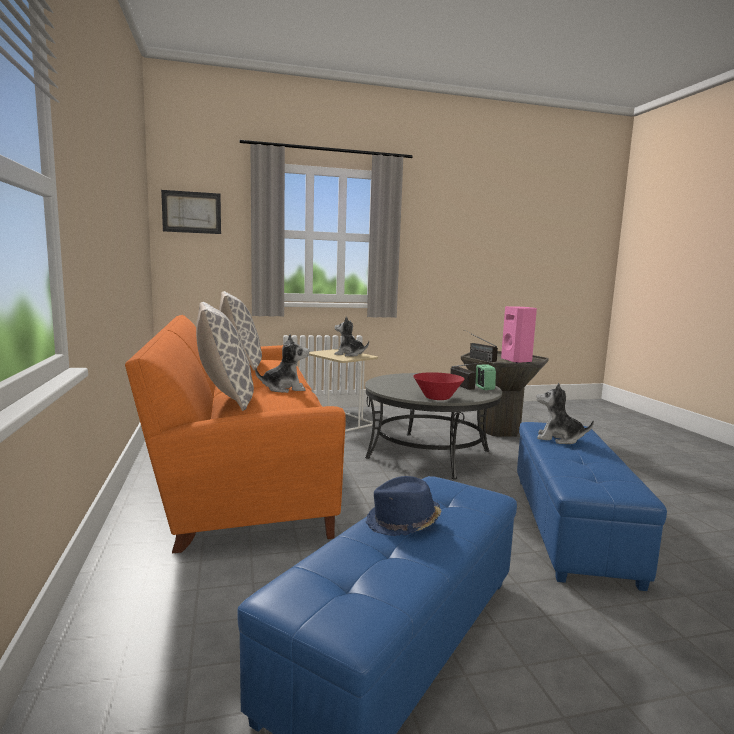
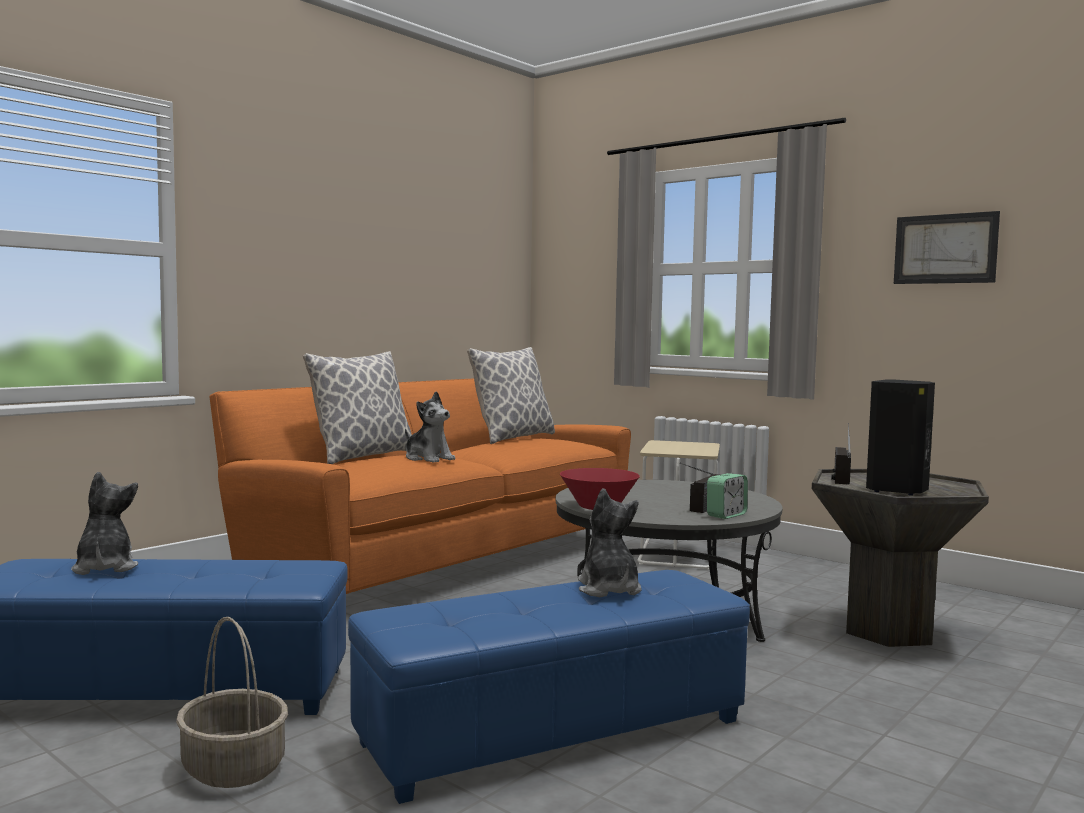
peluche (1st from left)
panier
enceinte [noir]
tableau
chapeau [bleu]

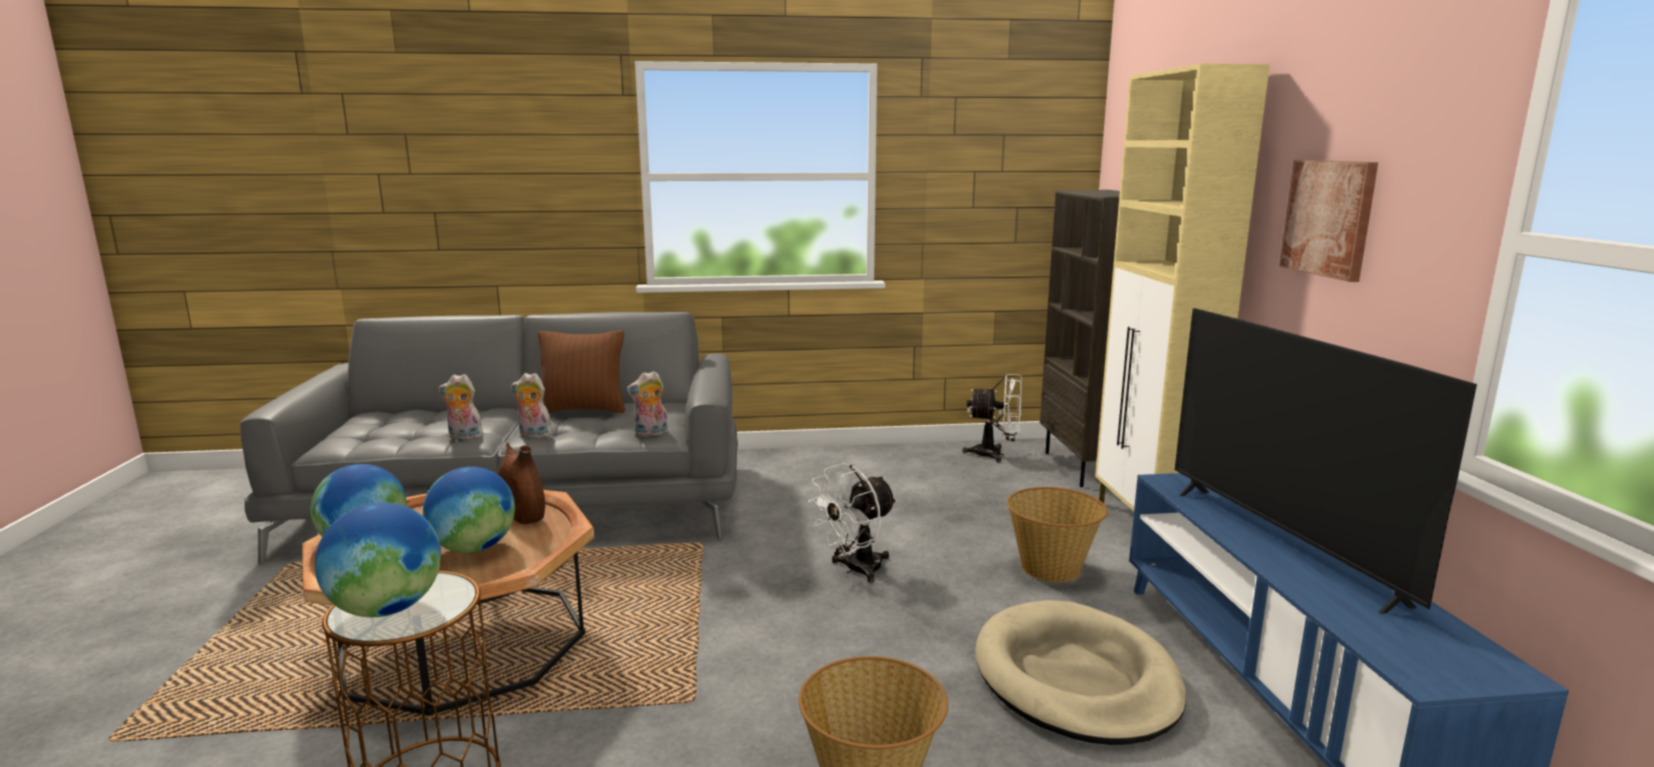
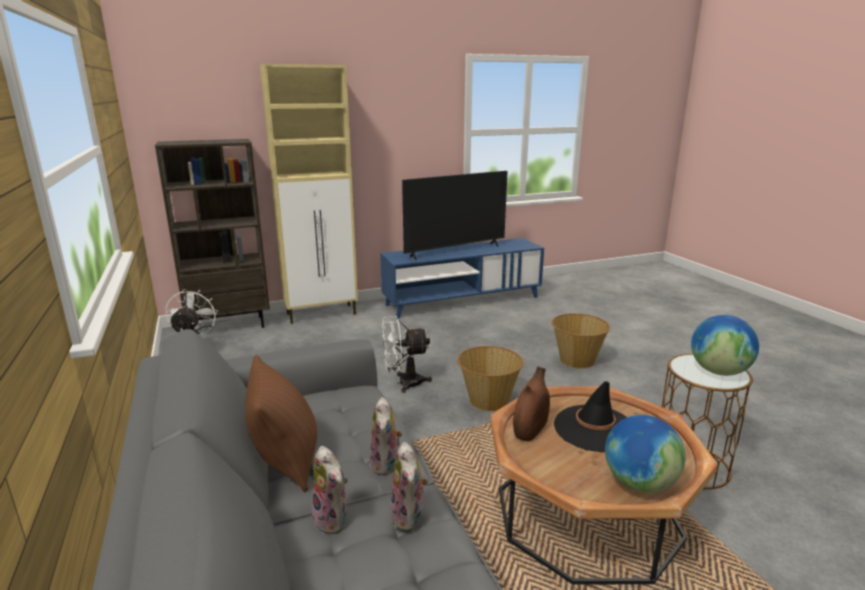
peluche (1st from left)
ventilateur [blanc] (2nd from left)
panier (1st from left)
chapeau [noir]
panier pour chien [beige]
tableau

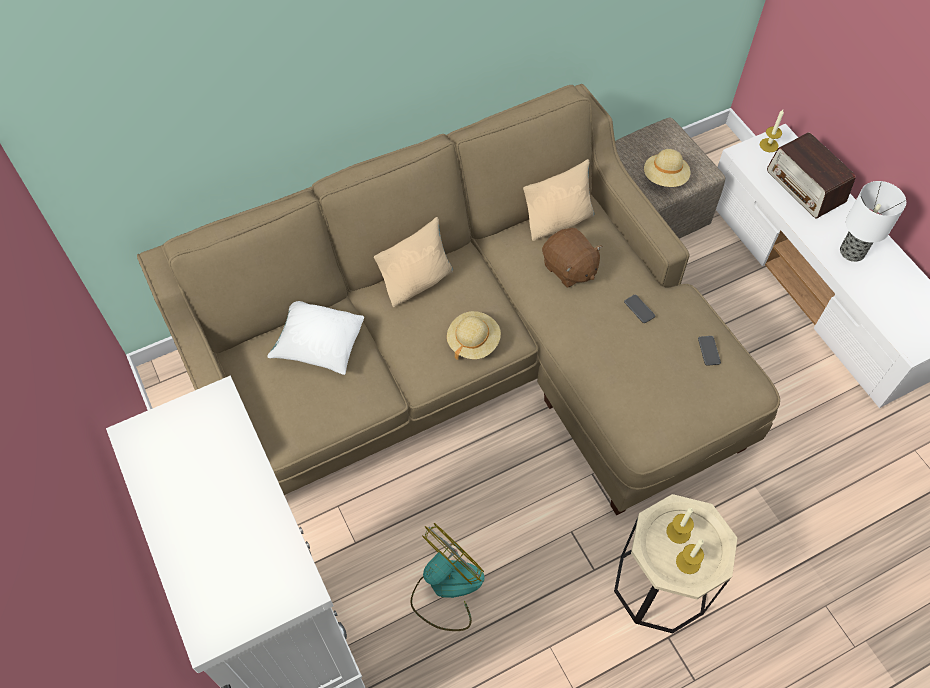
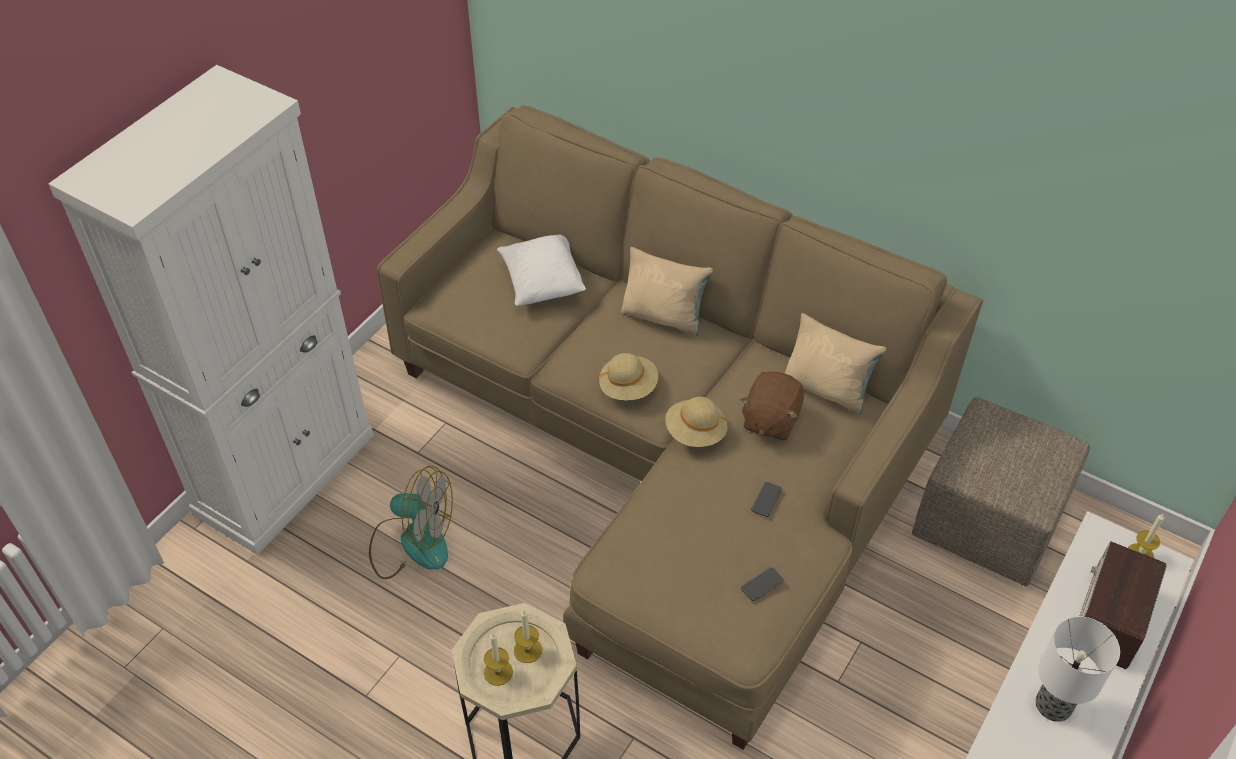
chapeau [beige] (2nd from left)

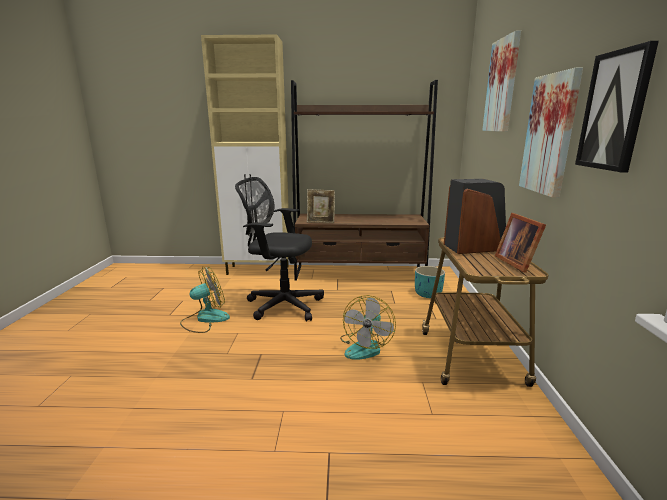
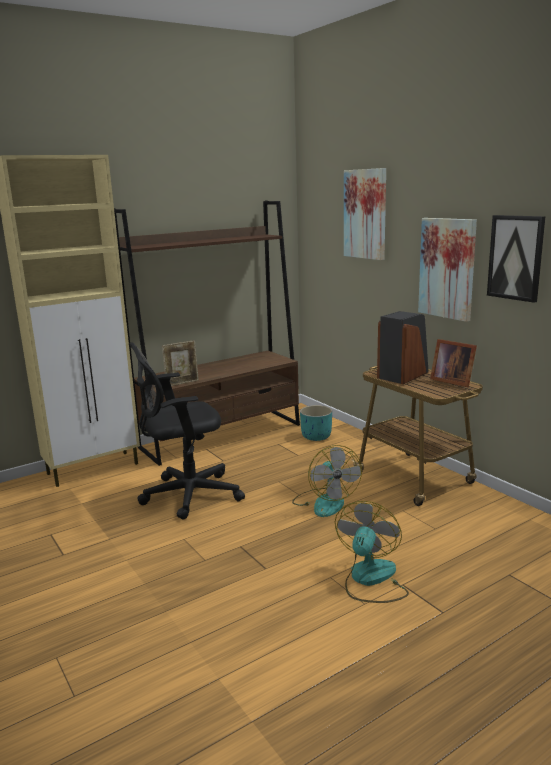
ventilateur (2nd from left)

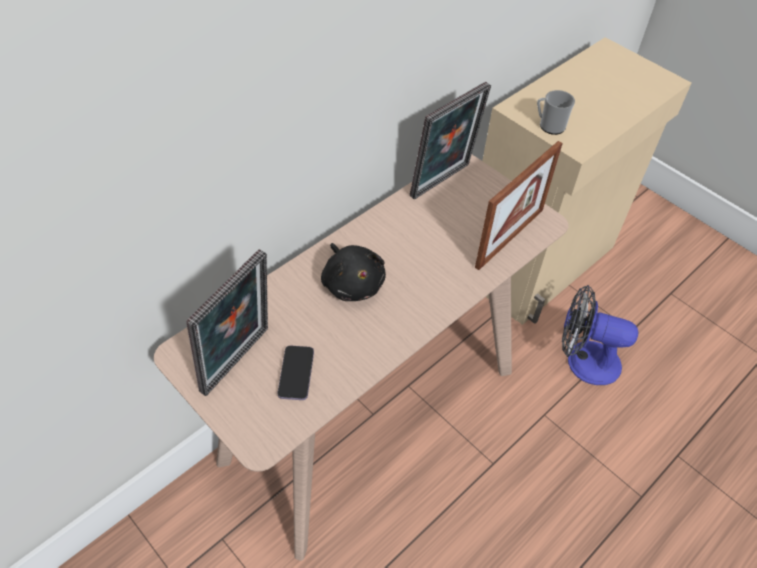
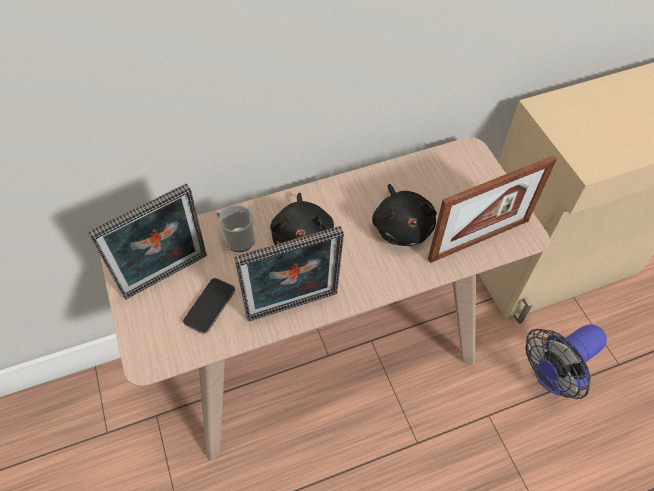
mug
cadre photo (2nd from left)
peluche [noir] (2nd from left)
ventilateur

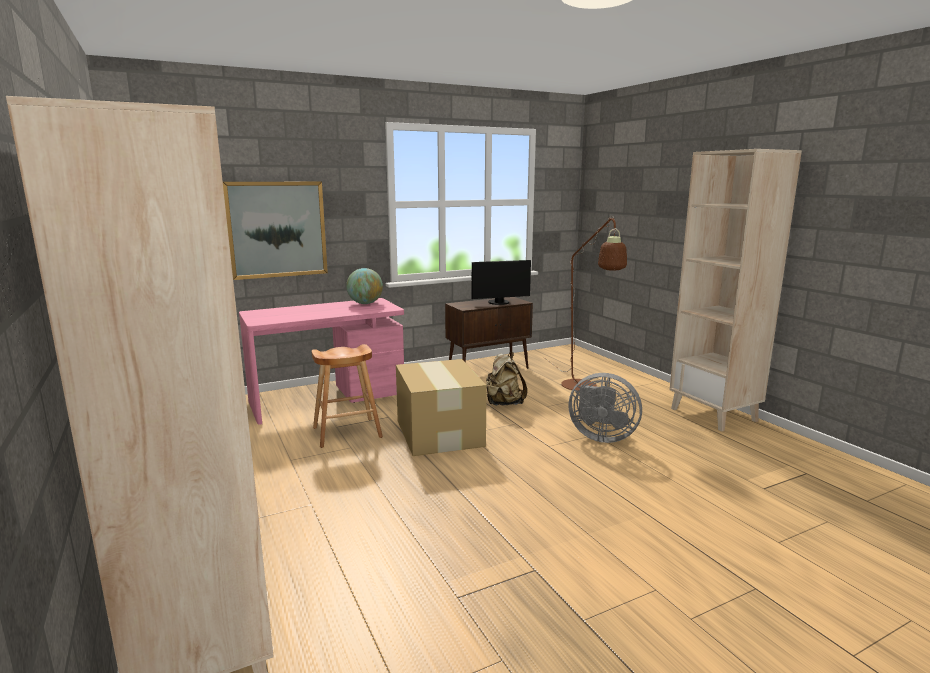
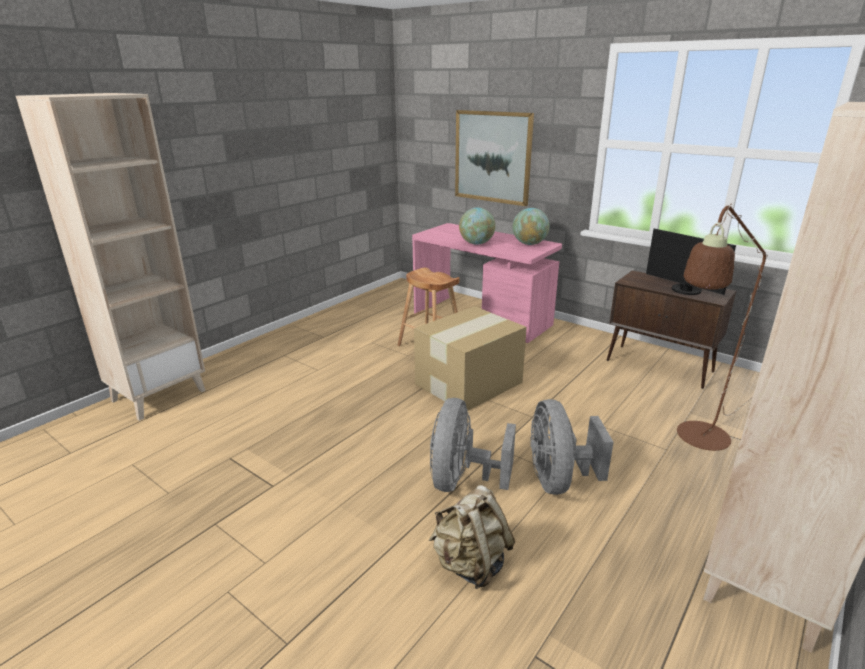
sac à dos [beige]
ventilateur [gris] (1st from left)
globe (1st from left)

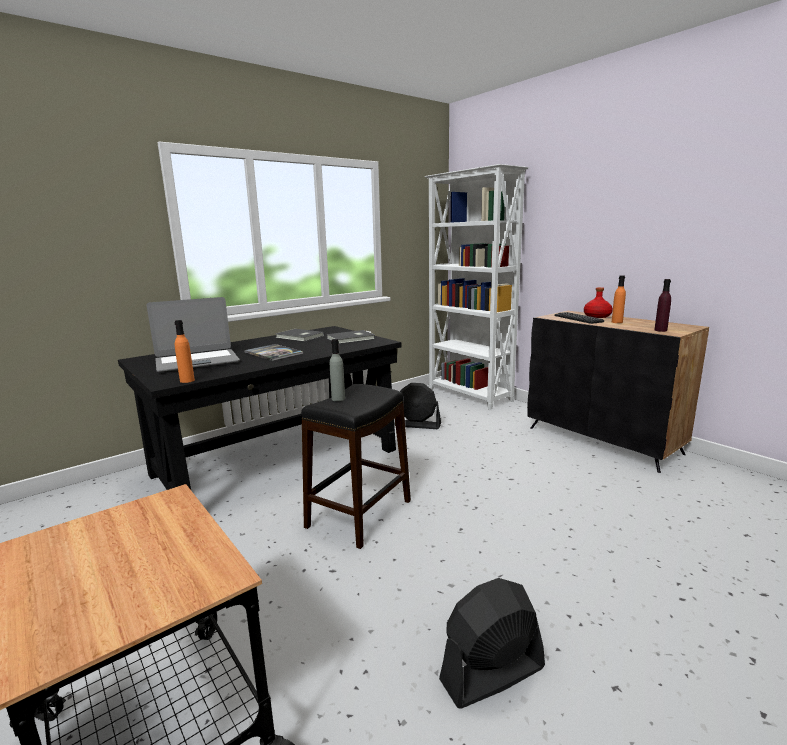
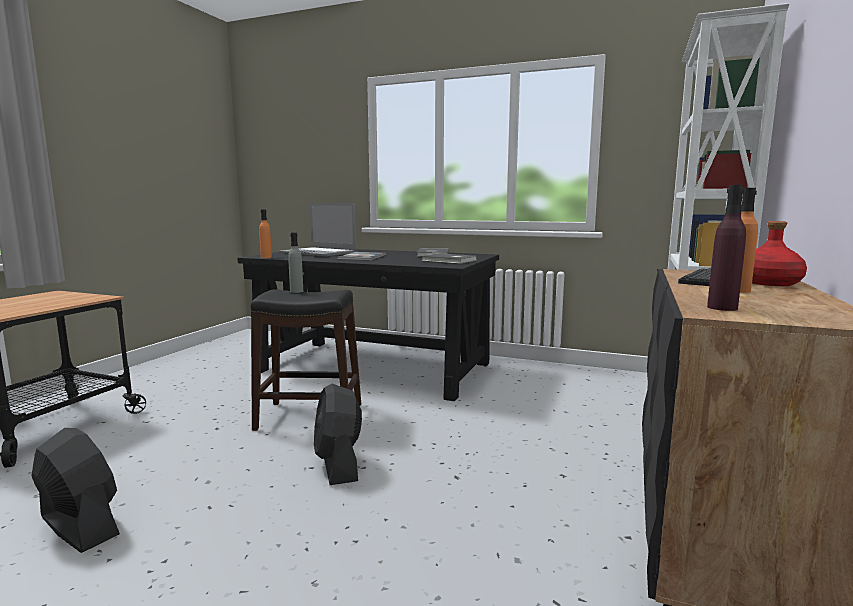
ventilateur [noir] (2nd from left)

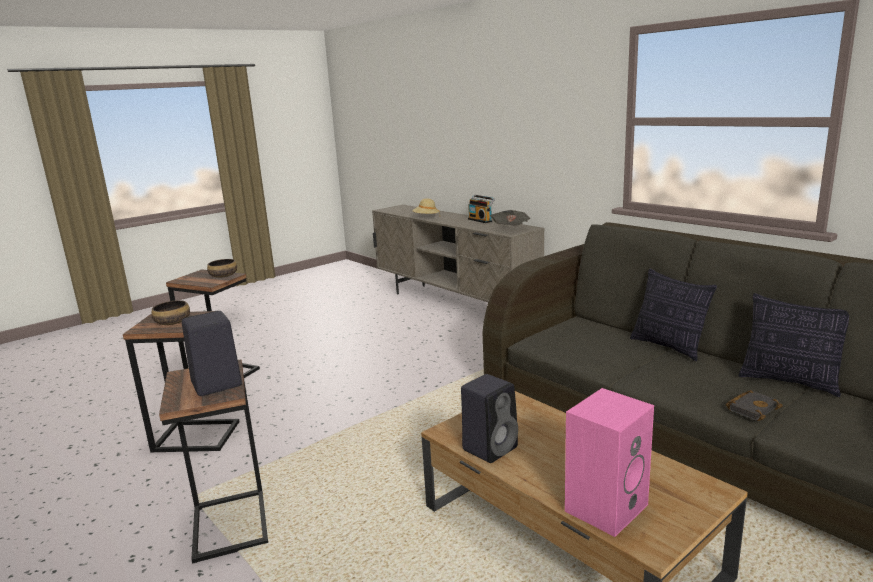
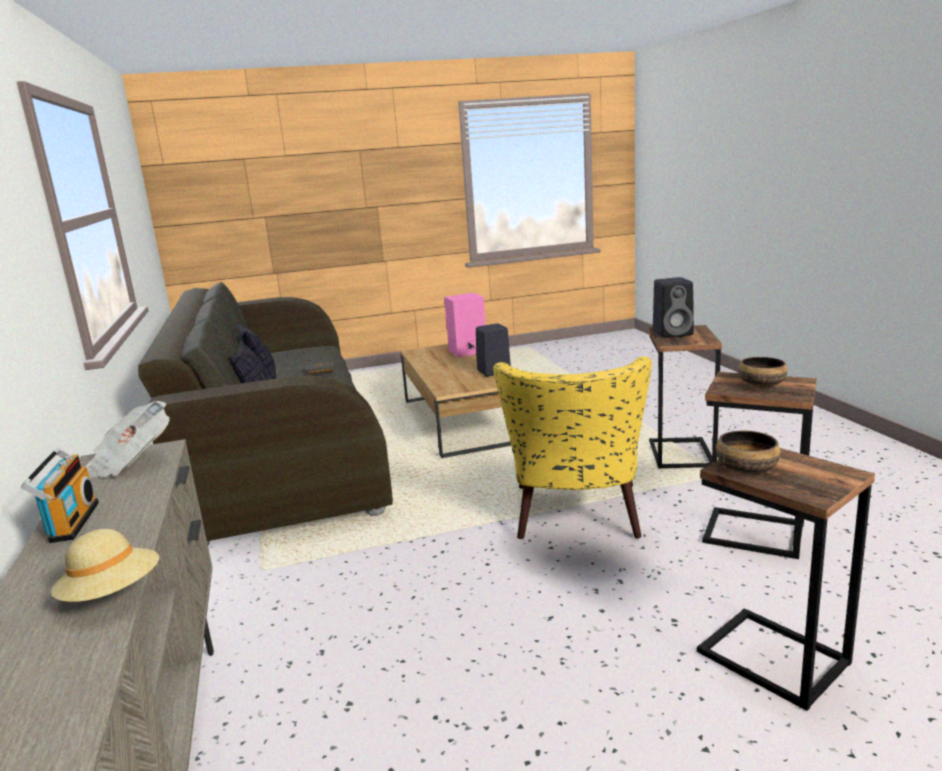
fauteuil [jaune]

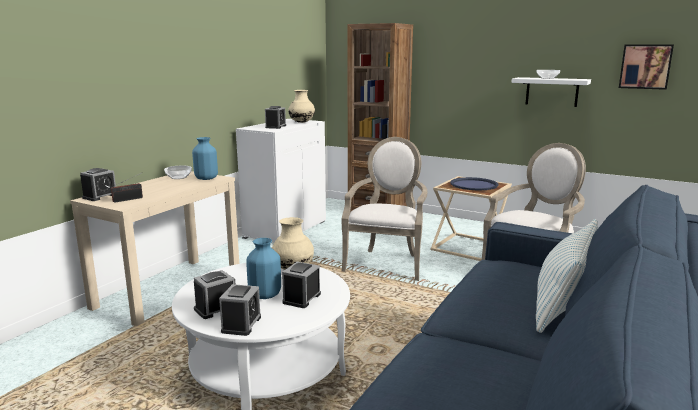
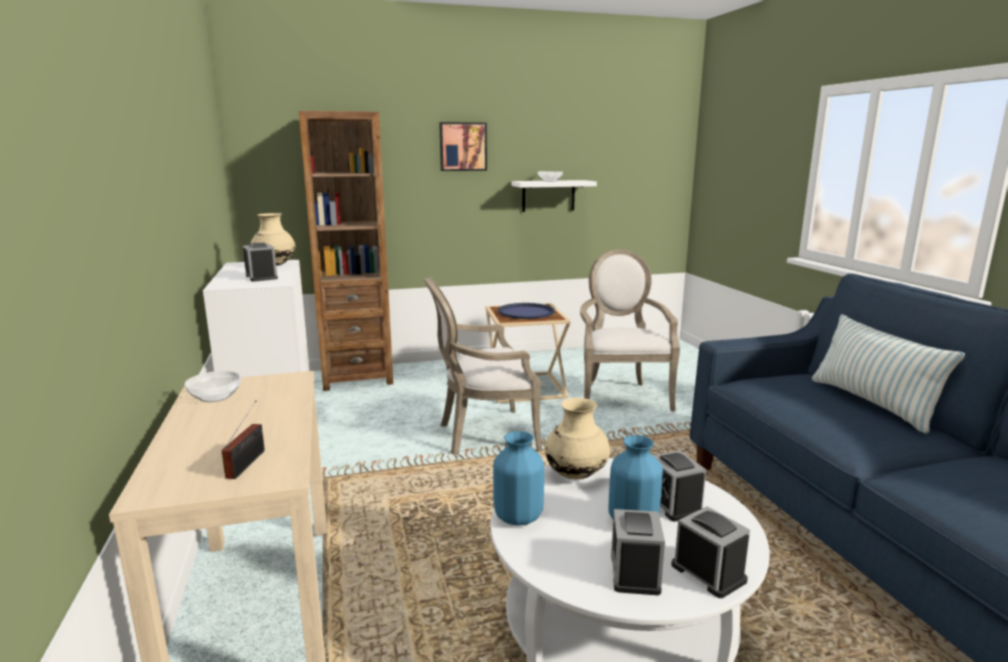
fauteuil (1st from left)
tableau
vase [bleu] (1st from left)
réveil (1st from left in the first image)

